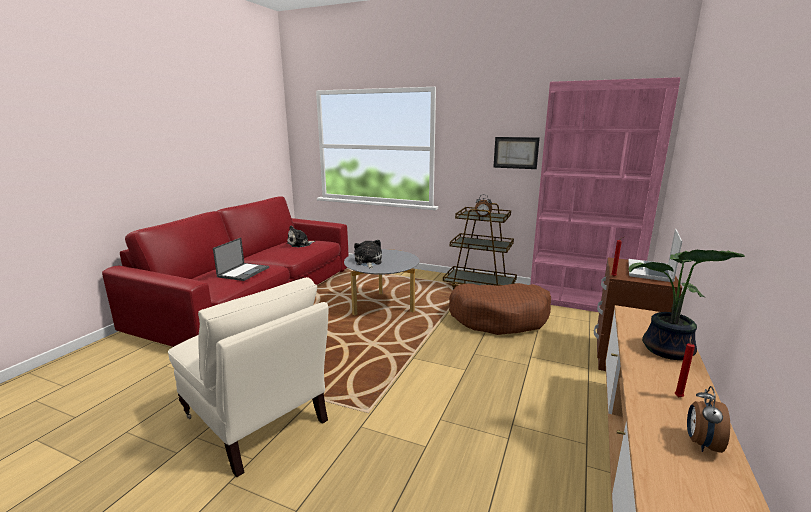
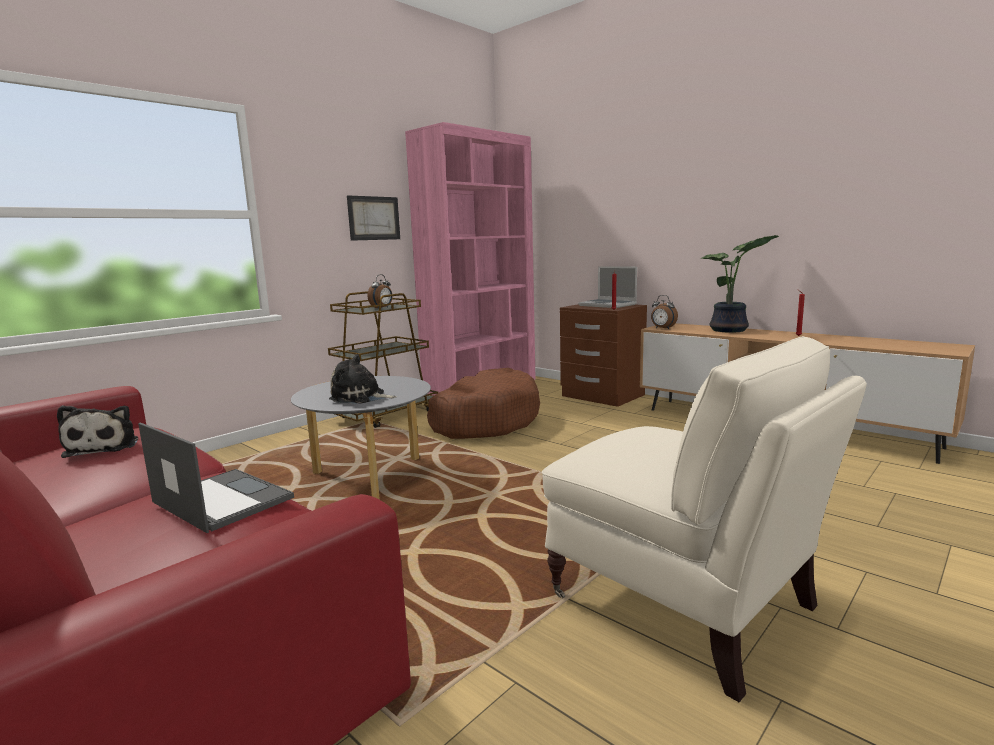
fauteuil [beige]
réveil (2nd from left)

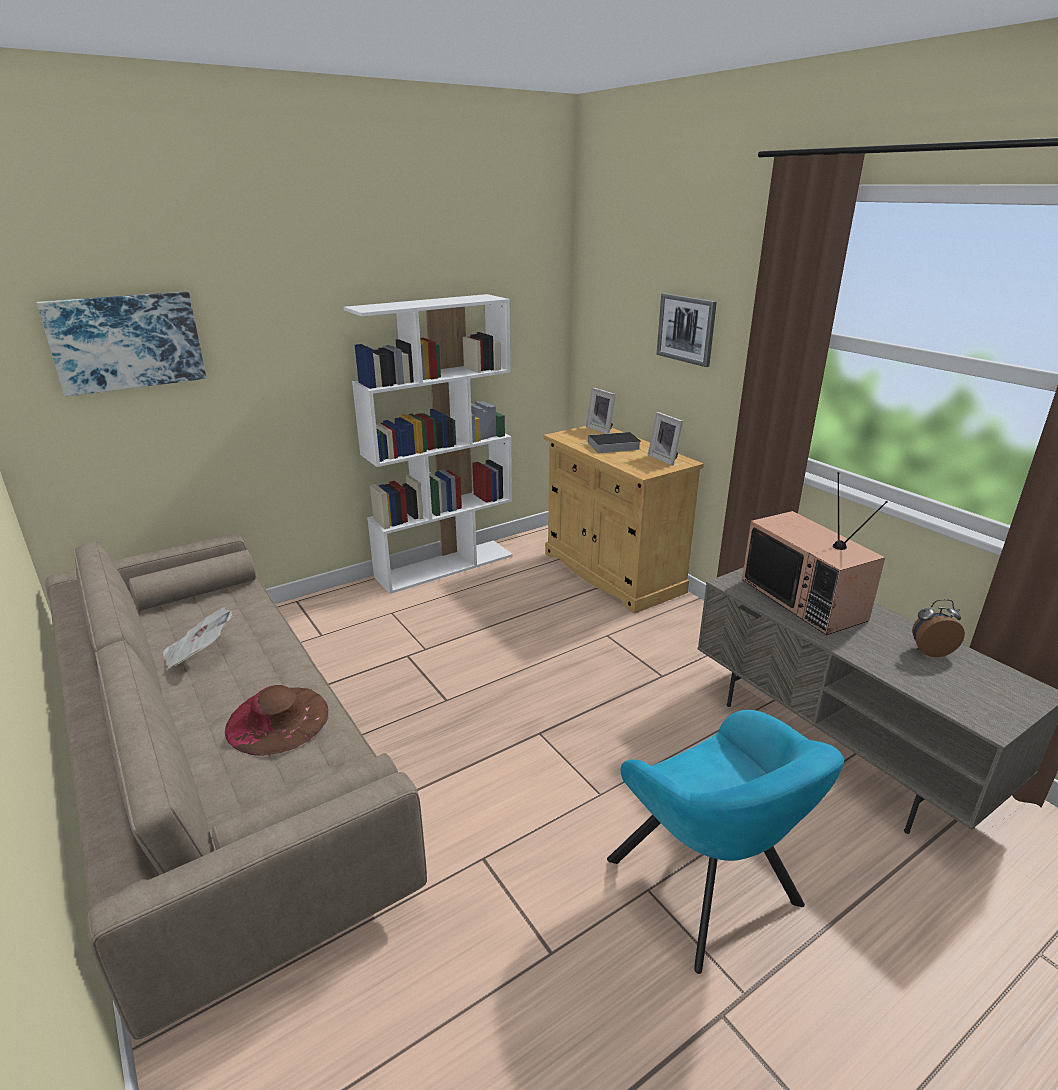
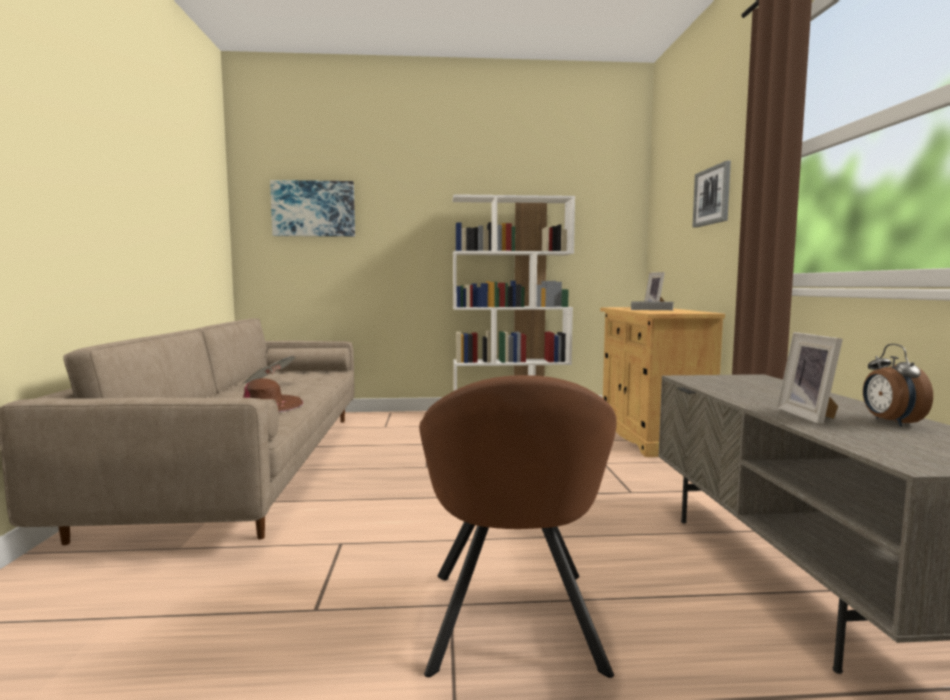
fauteuil [marron]
cadre photo (2nd from left)
réveil
téléviseur

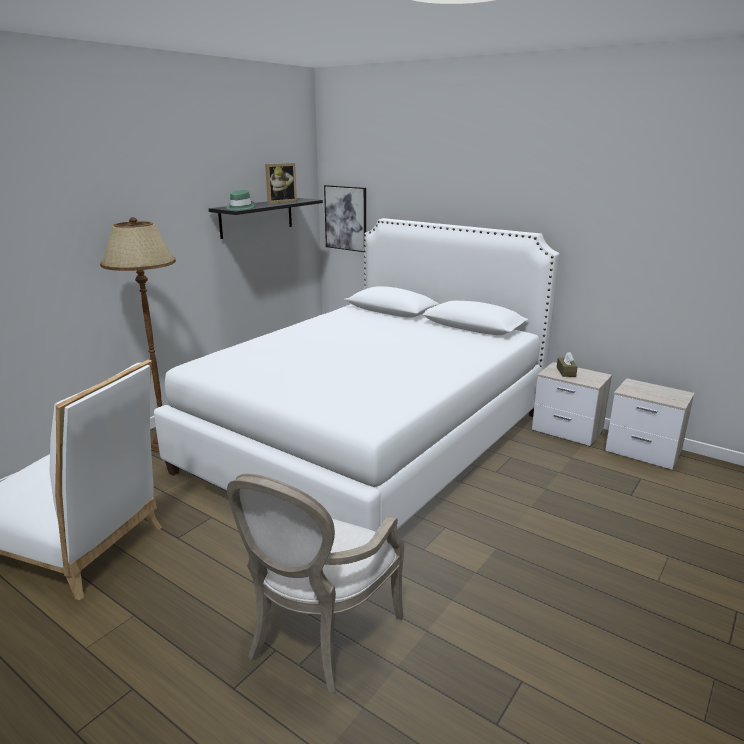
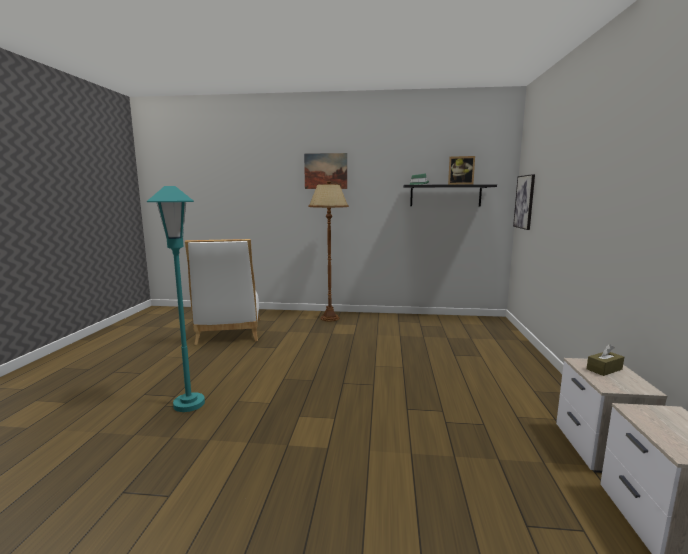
lampadaire [turquoise]
tableau (1st from left)
lit [blanc]

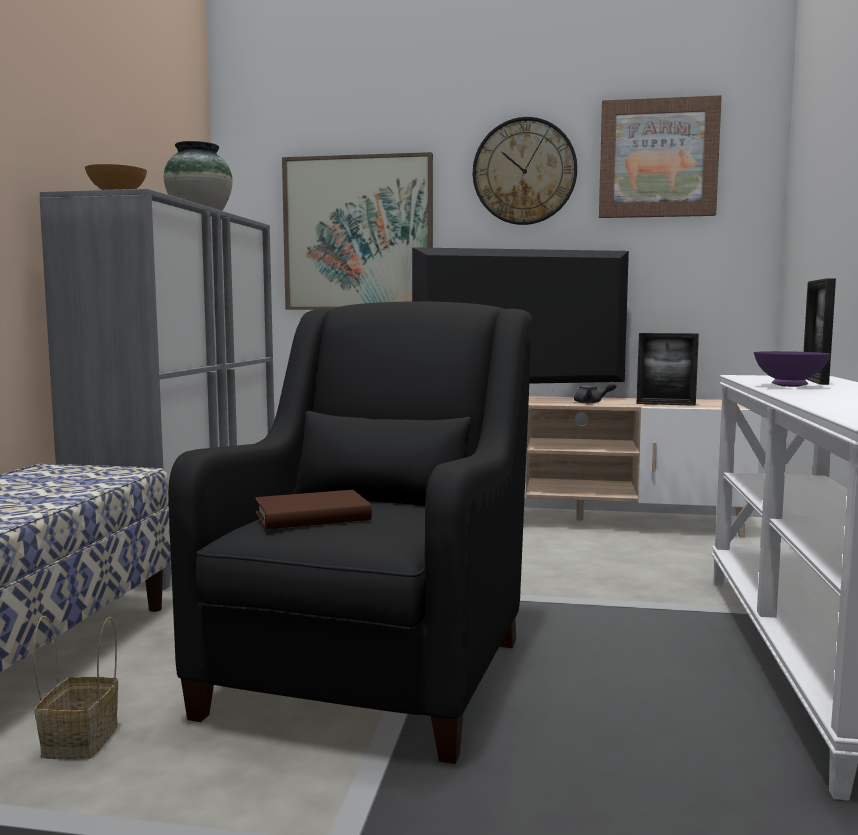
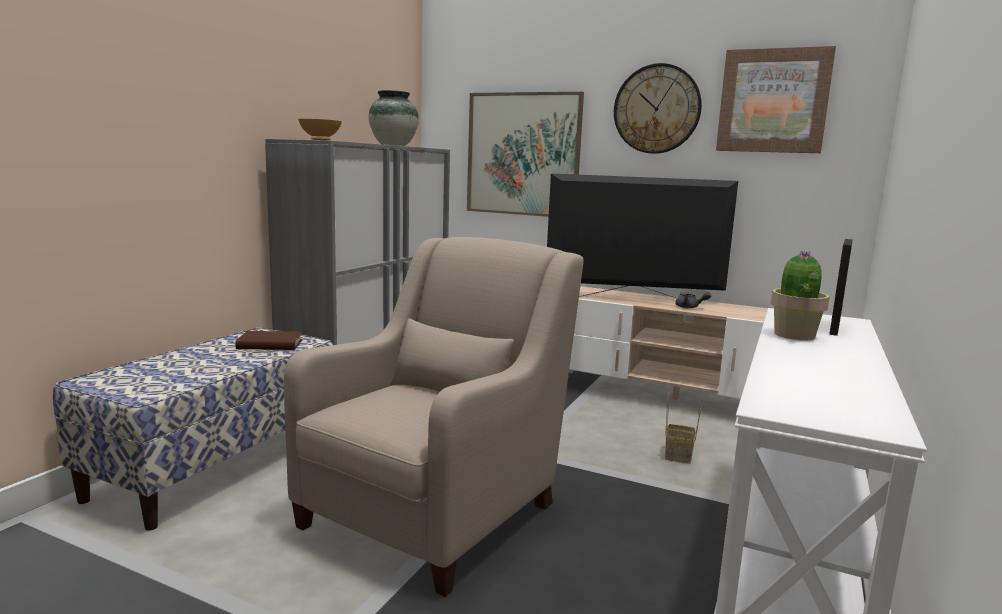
livre [marron]
fauteuil [beige]
panier
plante en pot
cadre photo (1st from left in the first image)

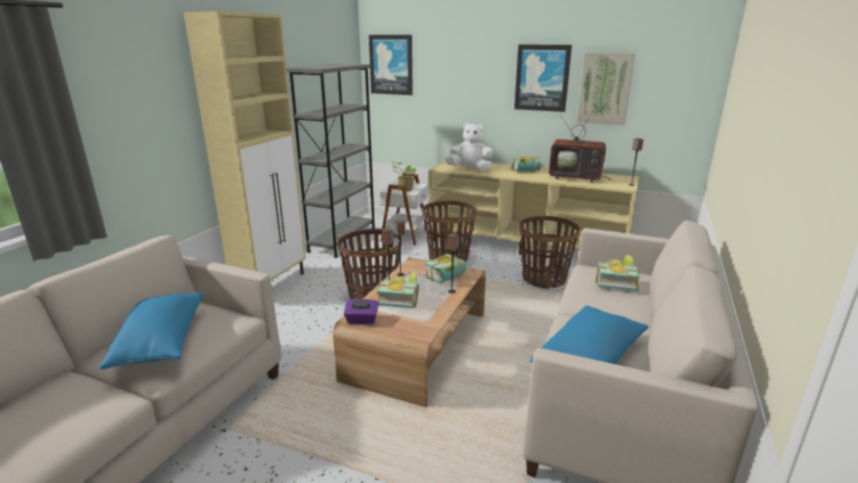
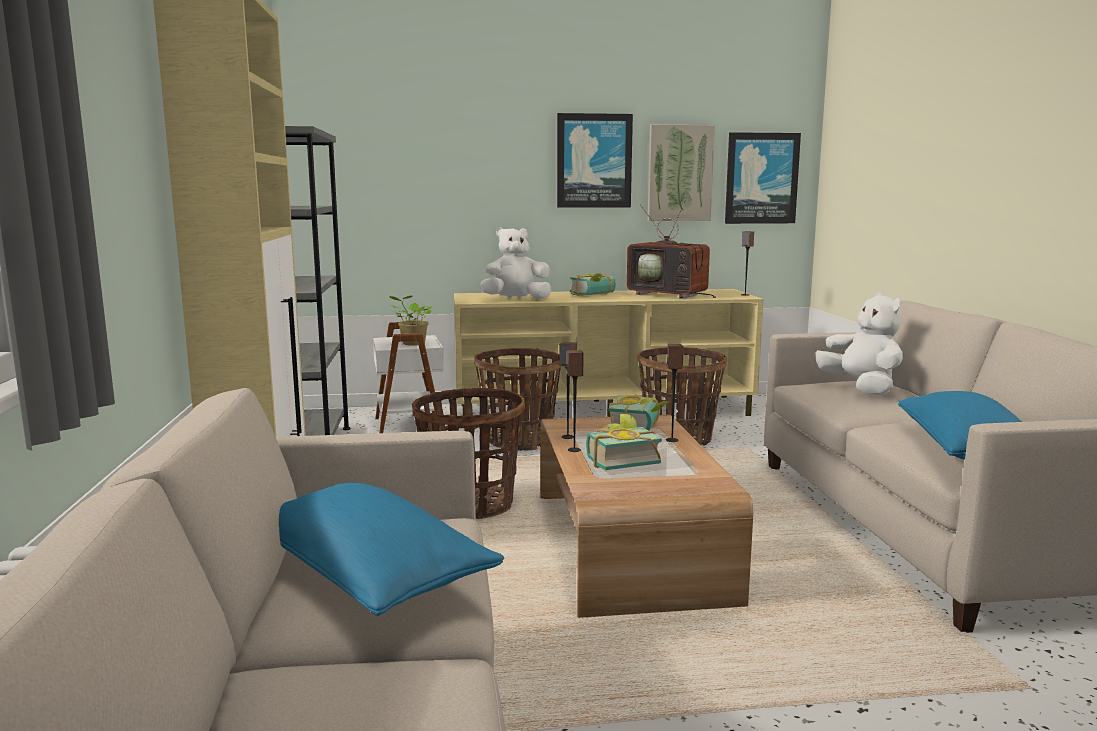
téléviseur
tableau (3rd from left)
peluche [blanc] (2nd from left)
boîte à mouchoirs [violet]

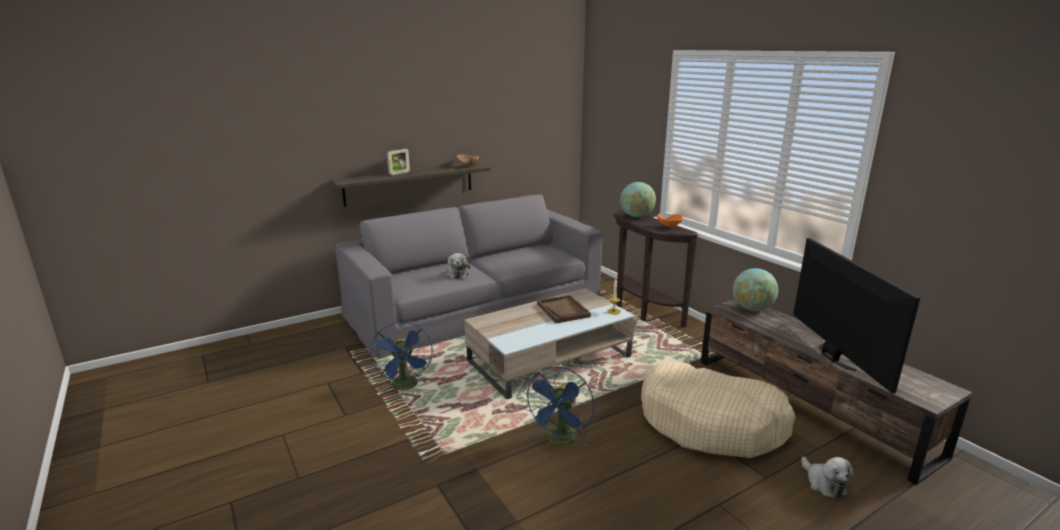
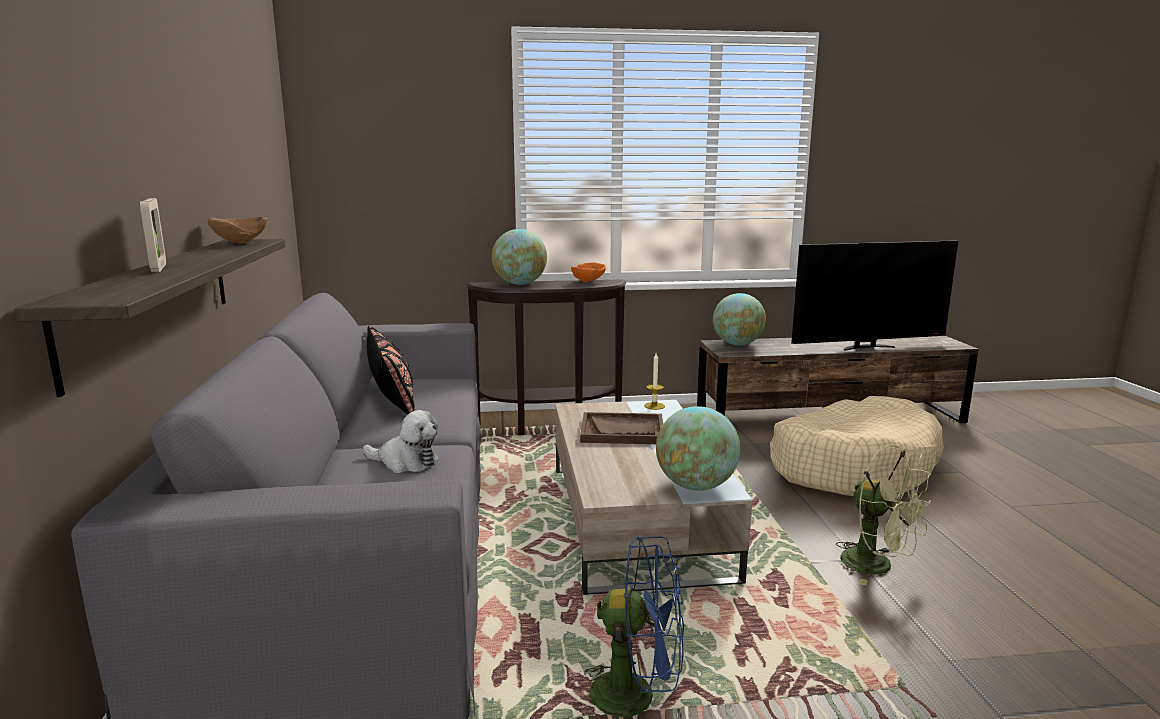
coussin [noir]
globe (2nd from left)
téléviseur
ventilateur [vert]
peluche (2nd from left in the first image)

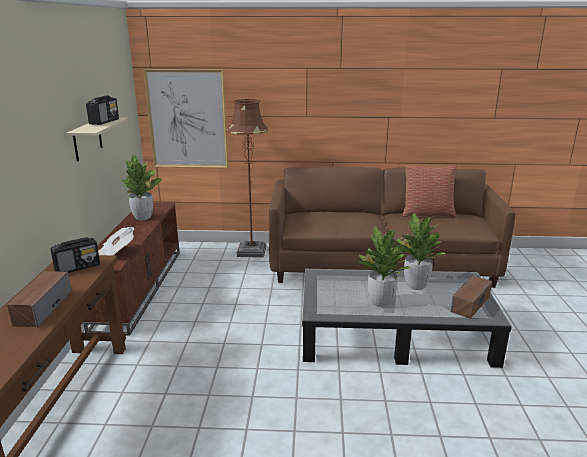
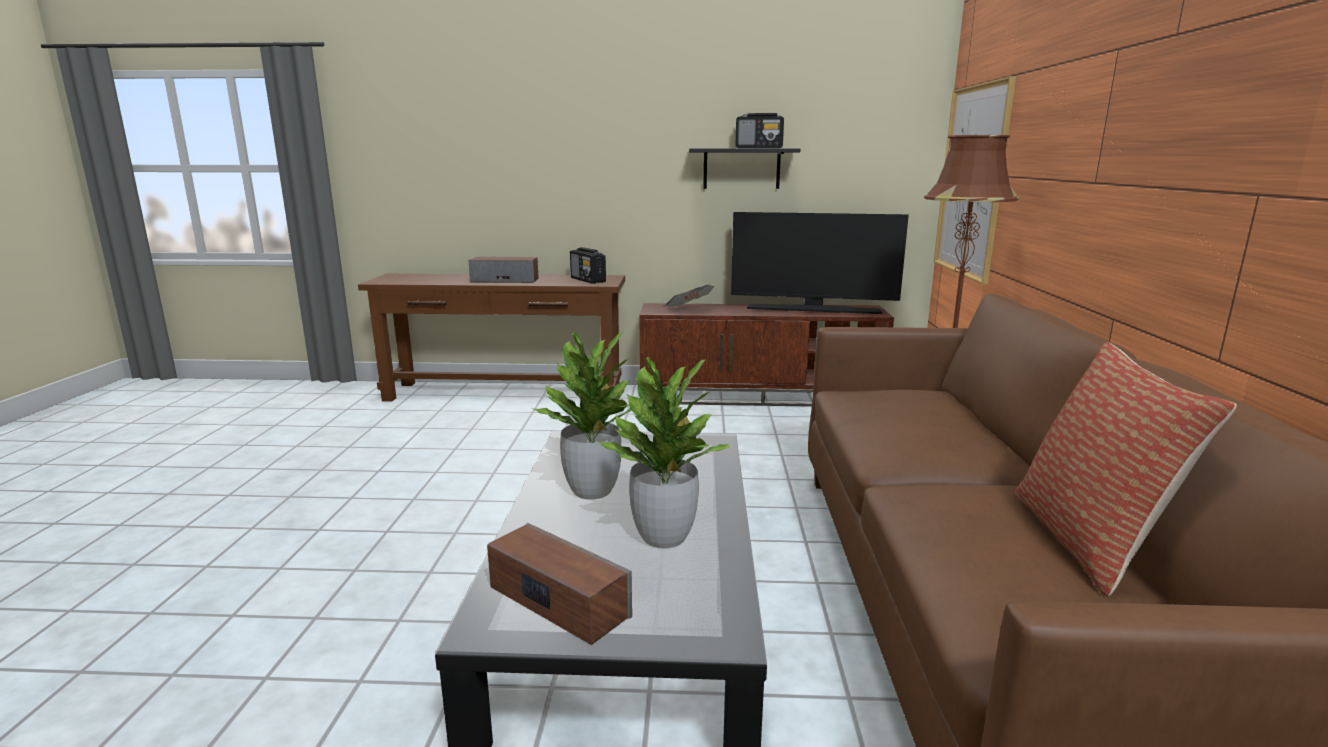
étagère [noir]
téléviseur

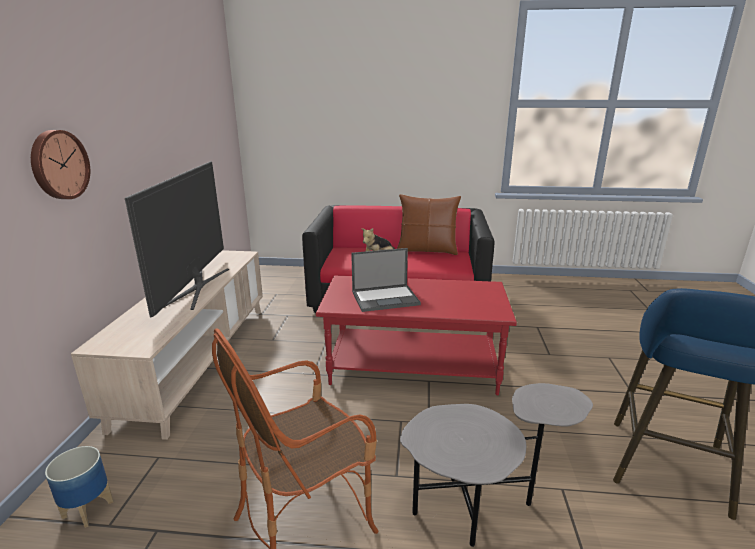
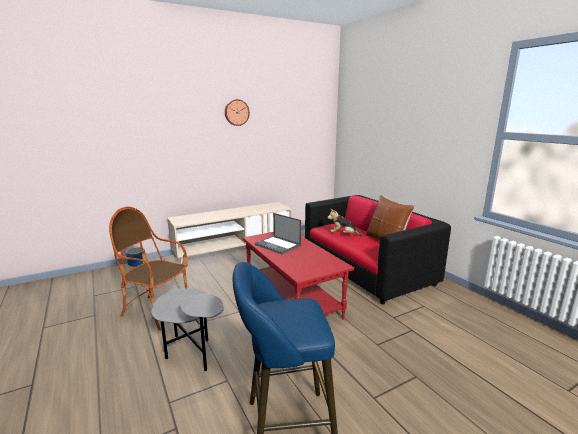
horloge murale
téléviseur

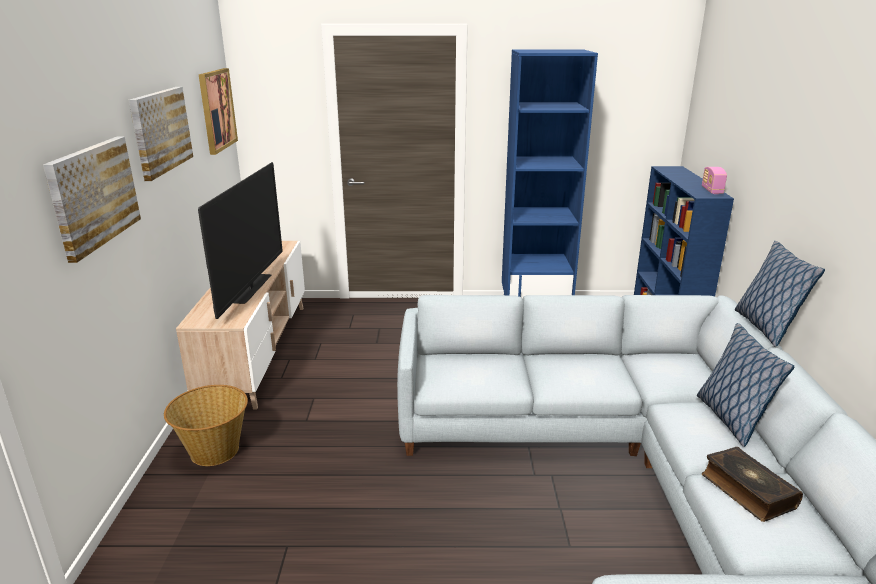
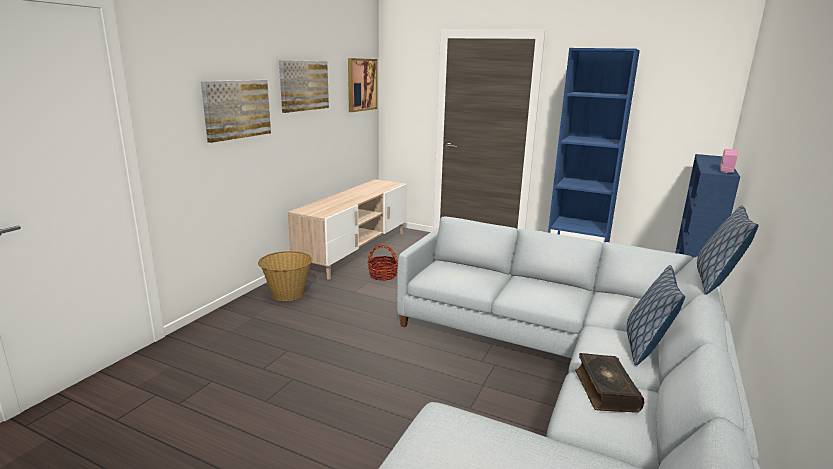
panier (2nd from left)
téléviseur

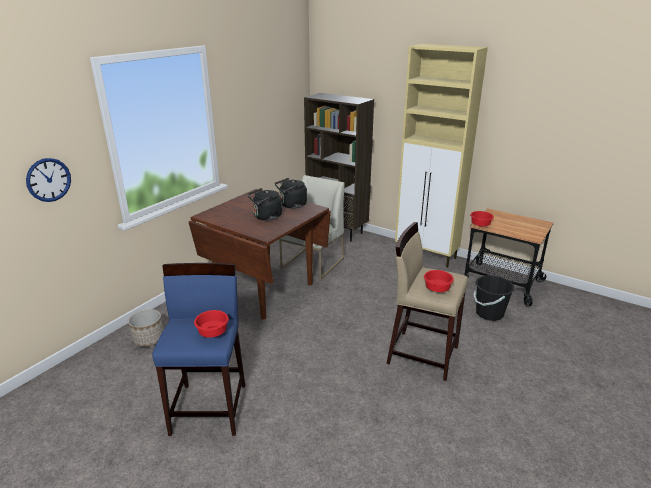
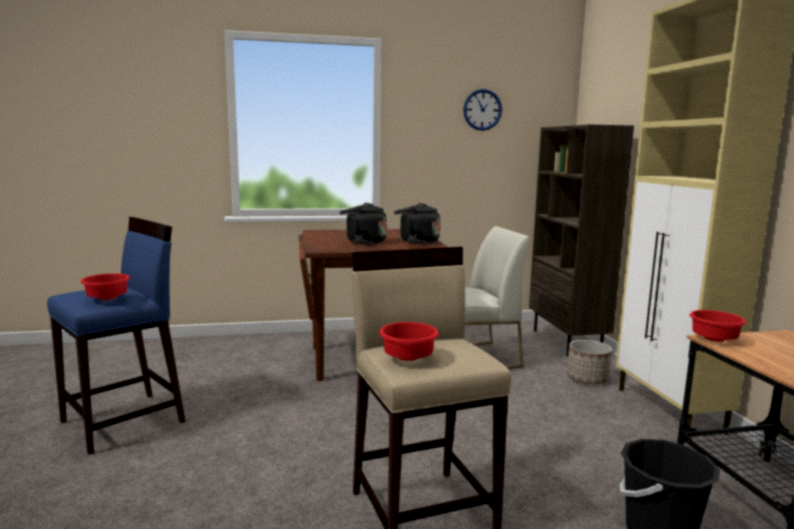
horloge murale
cache-pot

